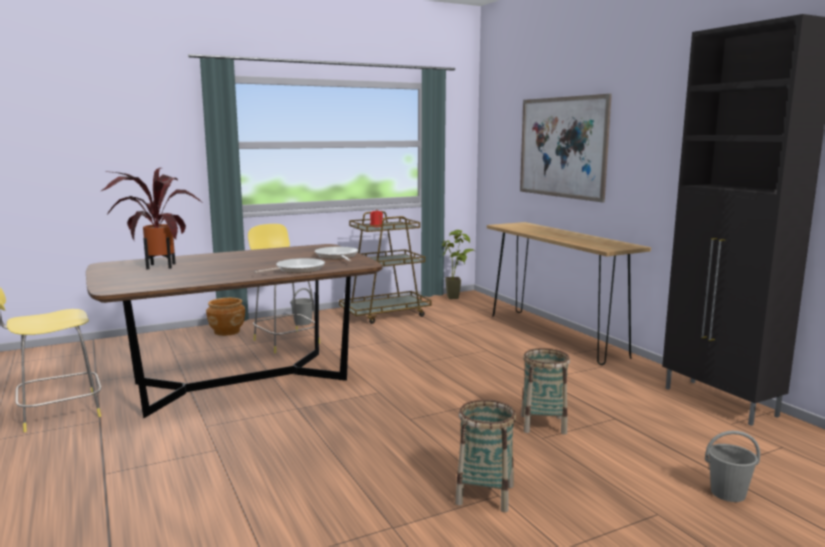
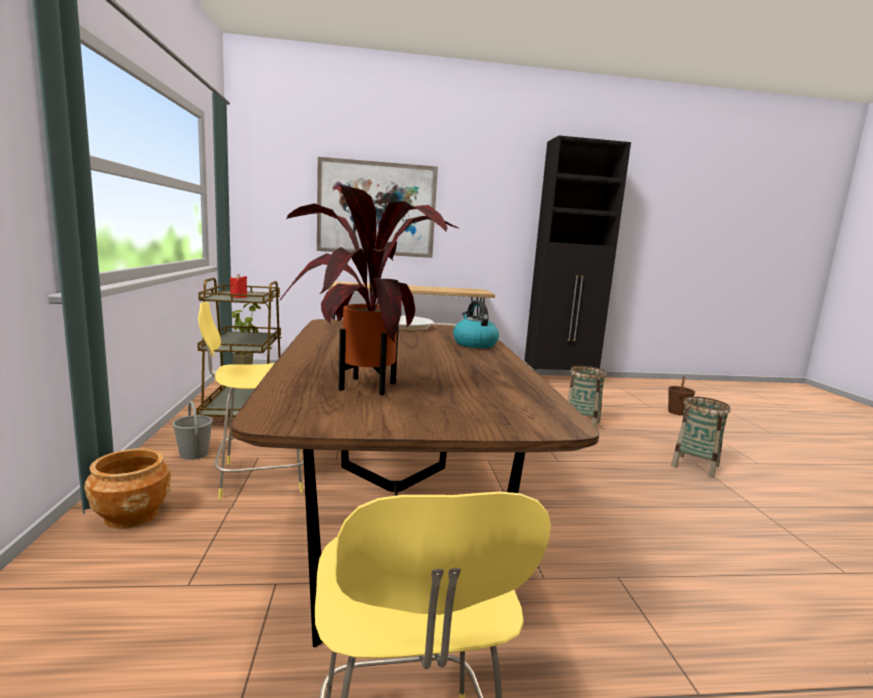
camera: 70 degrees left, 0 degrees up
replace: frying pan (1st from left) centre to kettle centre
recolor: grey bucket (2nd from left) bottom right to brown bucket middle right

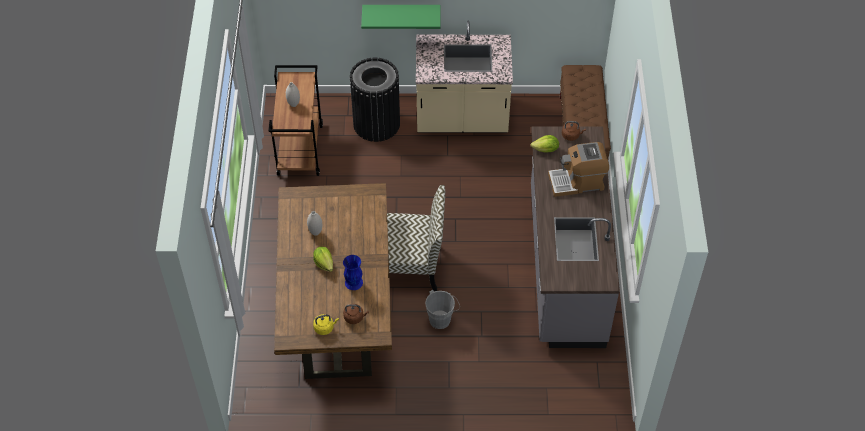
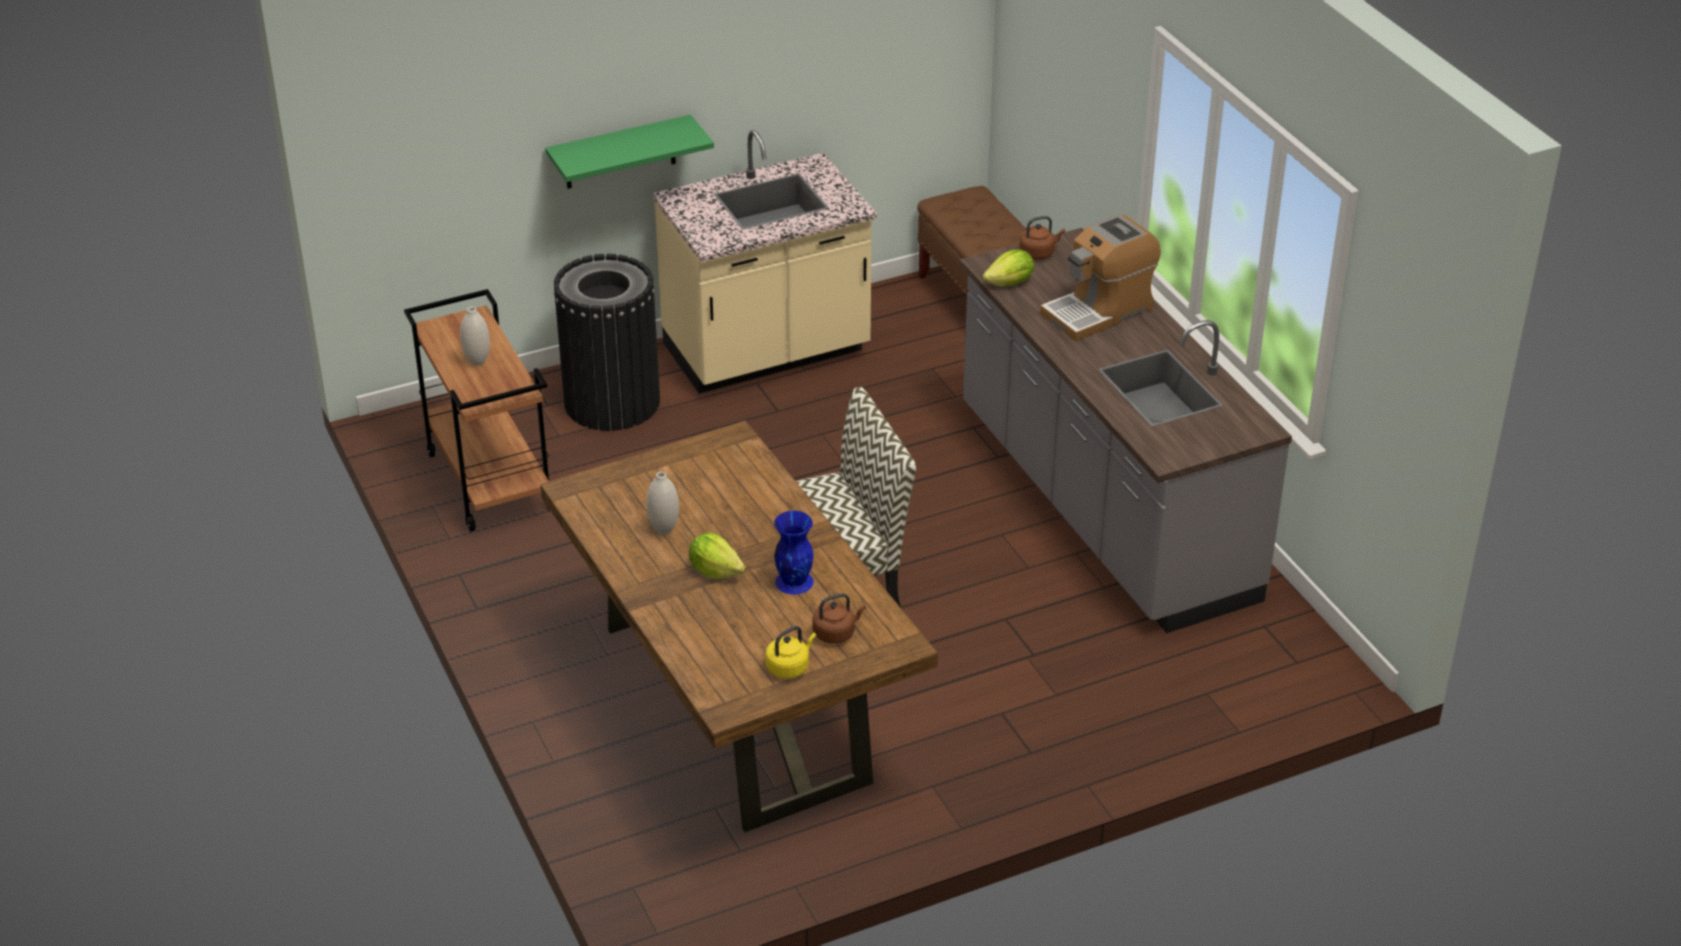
camera: 25 degrees left, 15 degrees down
delete: grey bucket bottom centre

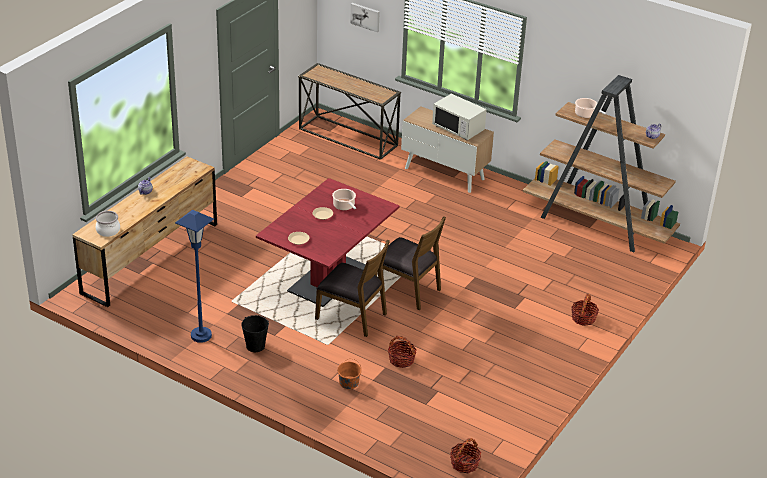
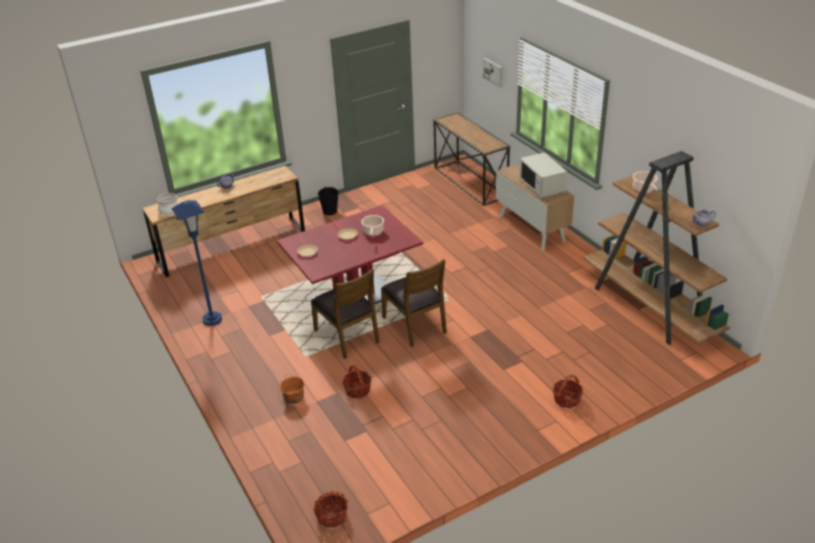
camera: 30 degrees right, 0 degrees up
move: black bucket bottom left to centre

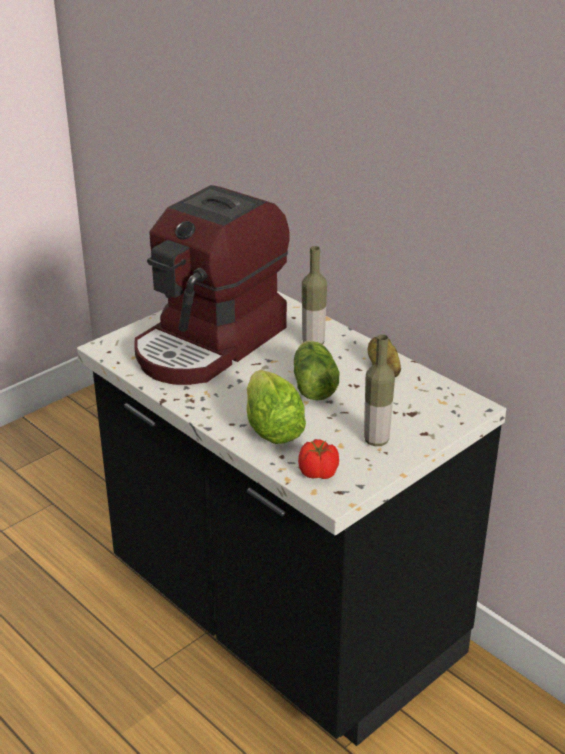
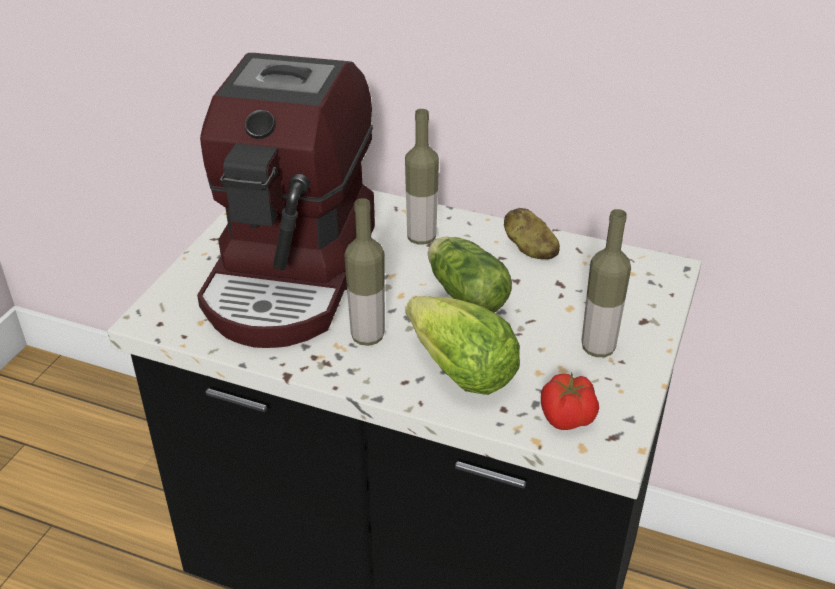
camera: 25 degrees left, 5 degrees up
insert: bottle (1st from left) centre

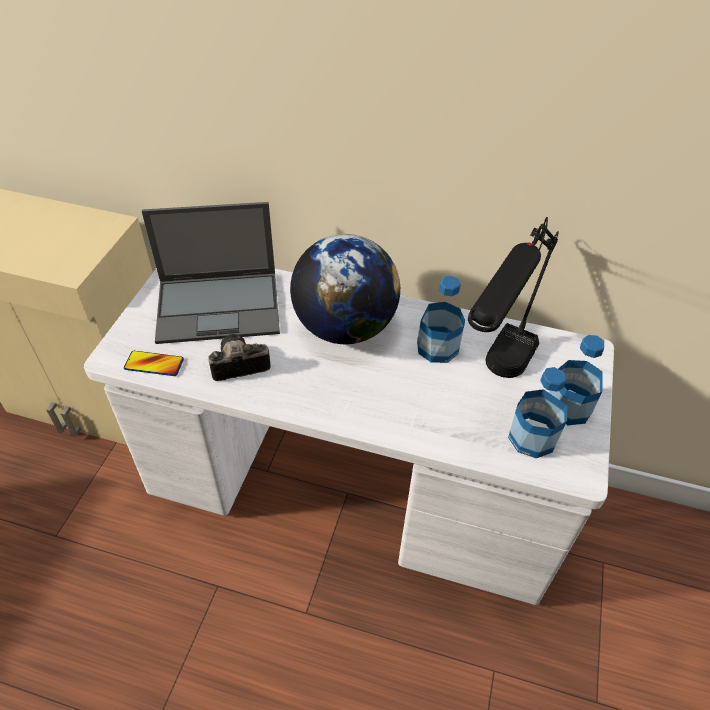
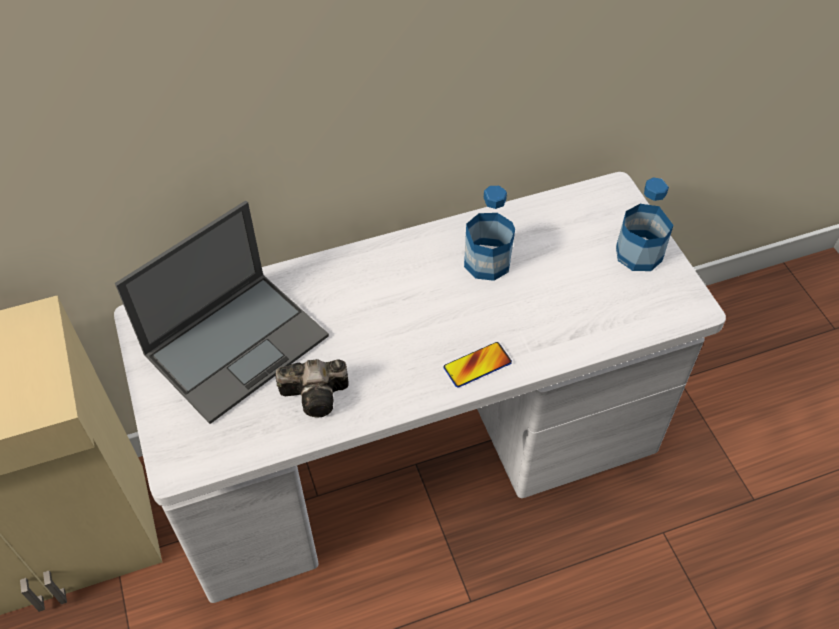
camera: 35 degrees left, 5 degrees up
delete: black table lamp middle right; globe centre; bottle (2nd from left) middle right
move: phone middle left to centre
rotate: photo camera centre = centre 135 degrees counterclockwise

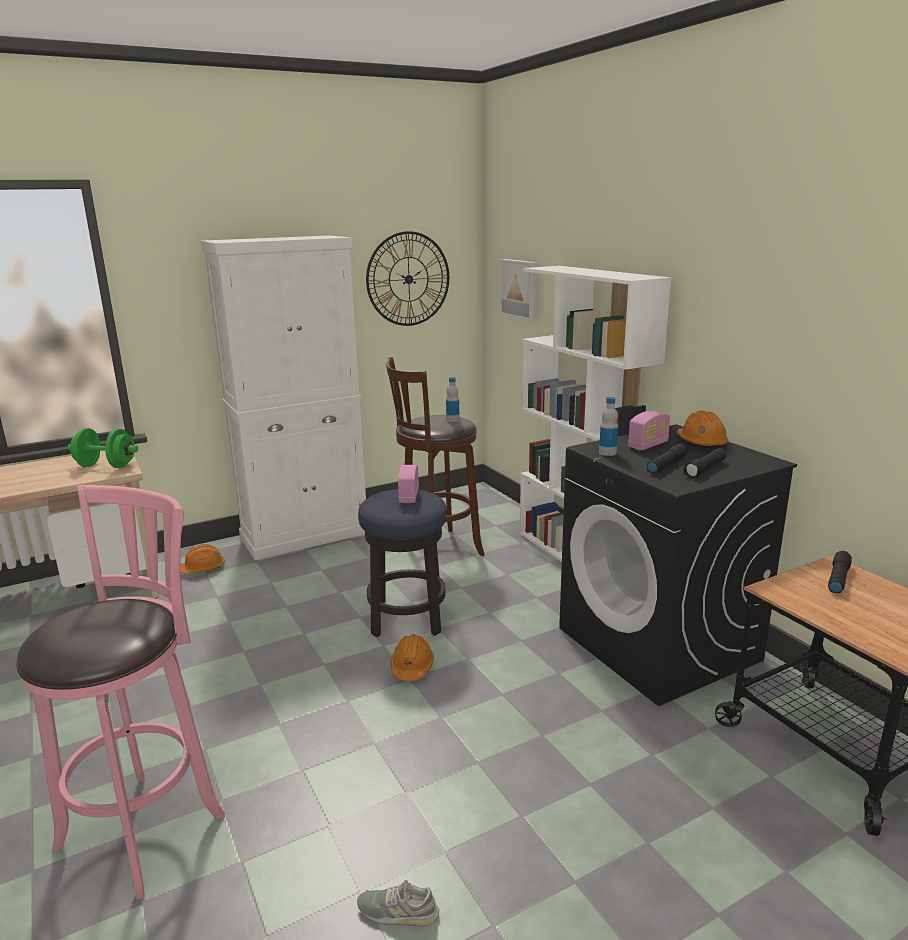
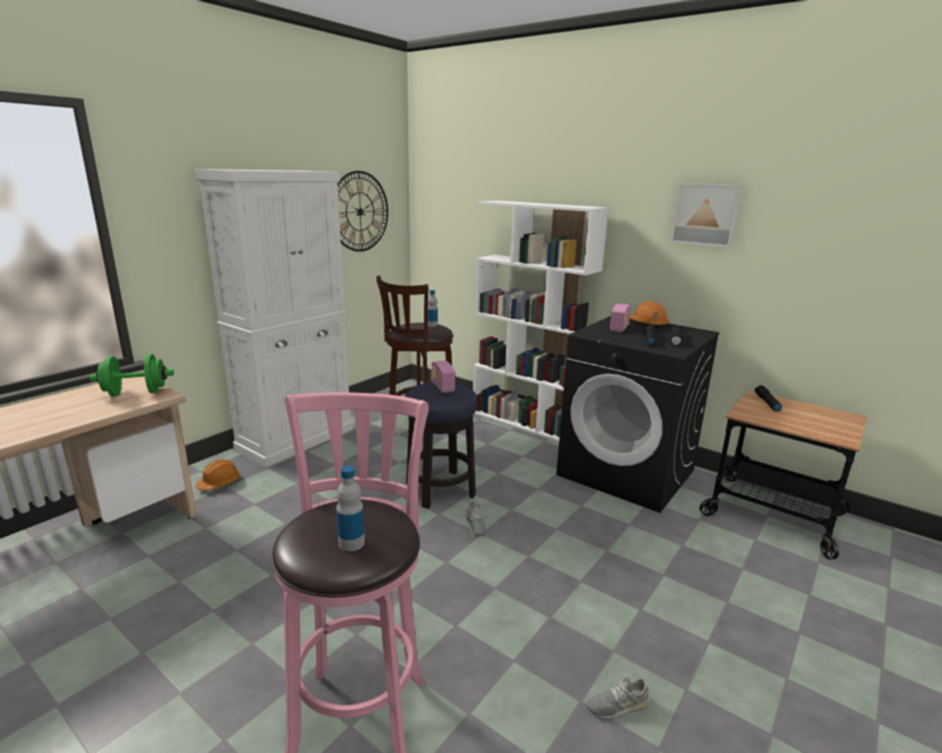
camera: 25 degrees left, 0 degrees up
move: picture top centre to top right; bottle (2nd from left in the first image) middle right to bottle (1st from left) bottom centre
replace: orange hard hat (2nd from left) bottom centre to grey shoe (1st from left) bottom centre

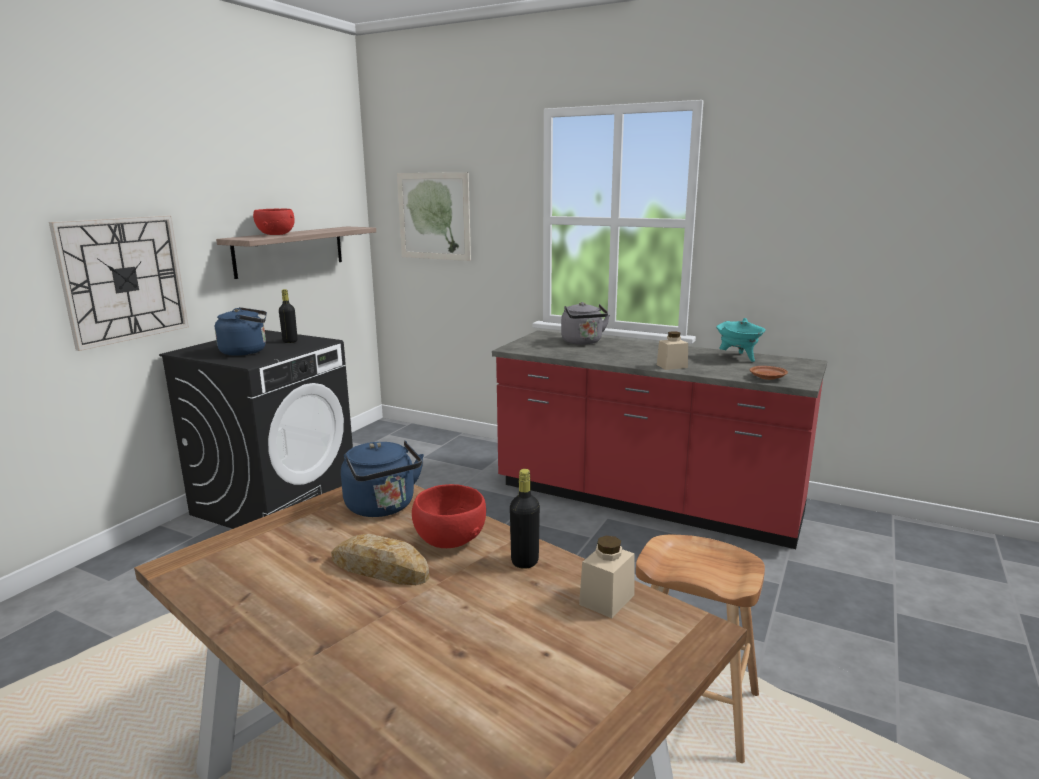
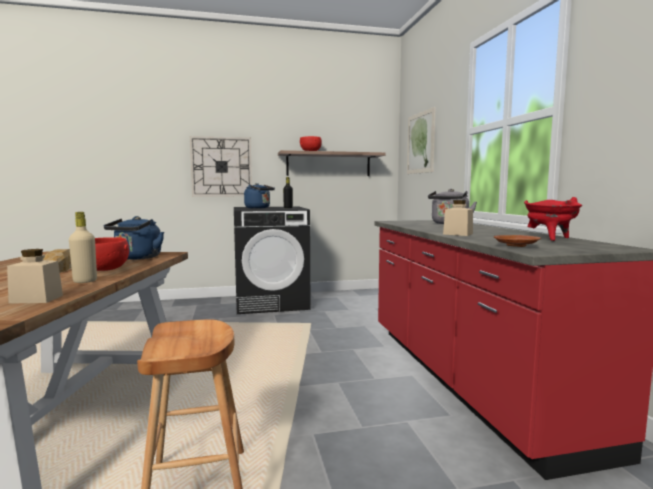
camera: 50 degrees right, 10 degrees down
recolor: turquoise cooking pot middle right to red cooking pot middle right; black bottle (2nd from left) centre to beige bottle middle left

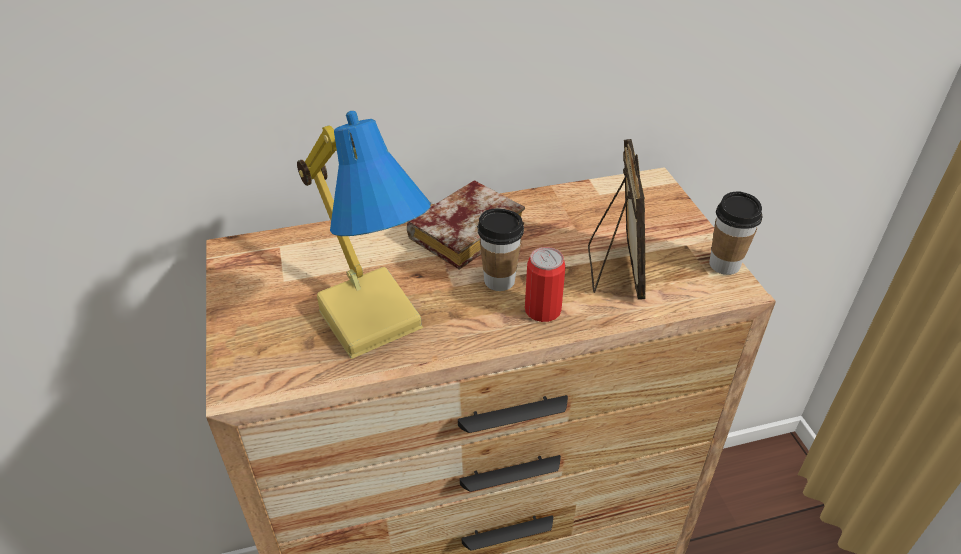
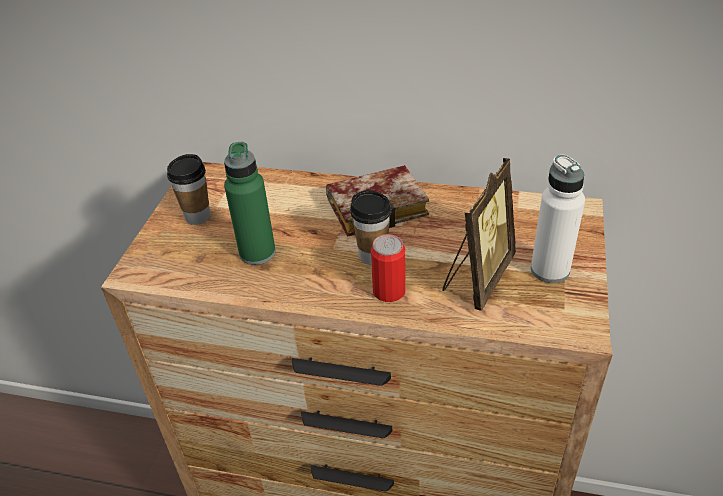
camera: 30 degrees right, 0 degrees up
insert: white bottle middle right
move: cup (2nd from left in the first image) middle right to cup (1st from left) middle left
replace: table lamp centre to green bottle centre

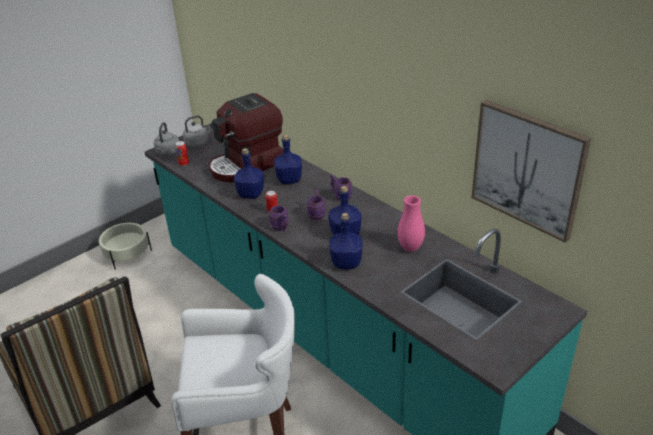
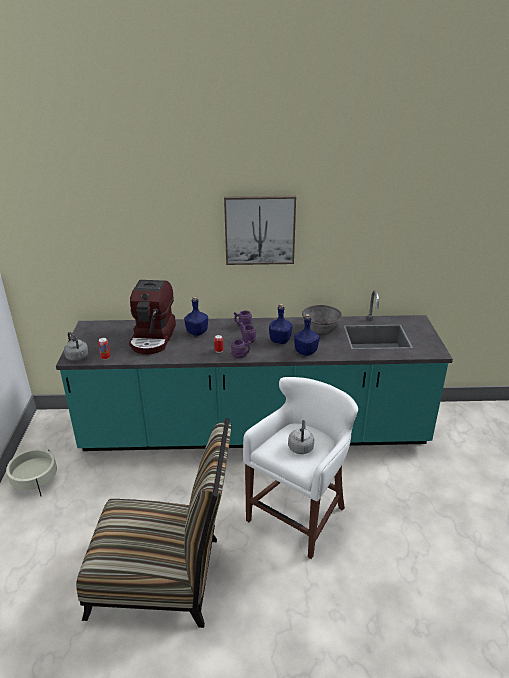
camera: 50 degrees left, 5 degrees down
delete: blue bottle (1st from left) centre
move: picture middle right to centre; grey kettle (2nd from left) top left to centre
replace: pink vase centre to grey bowl centre

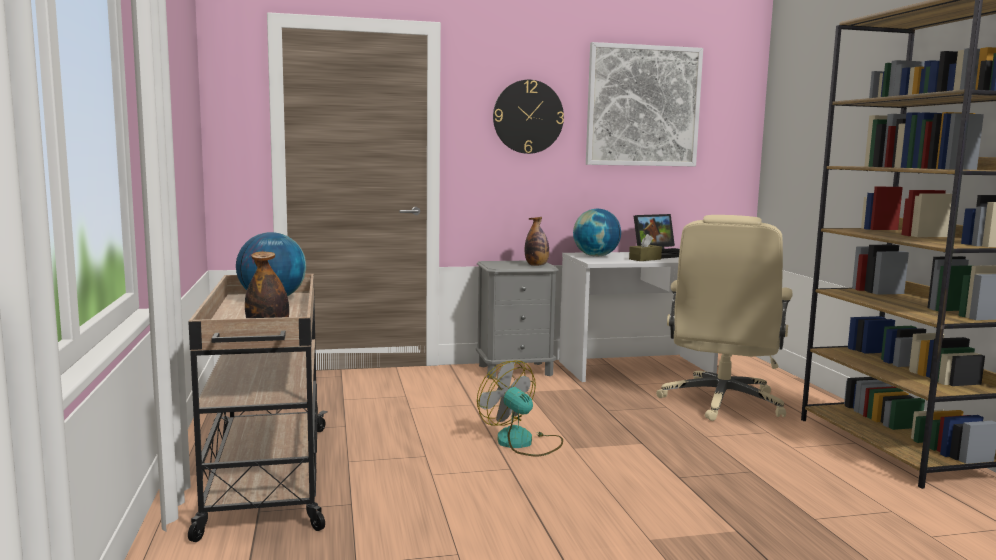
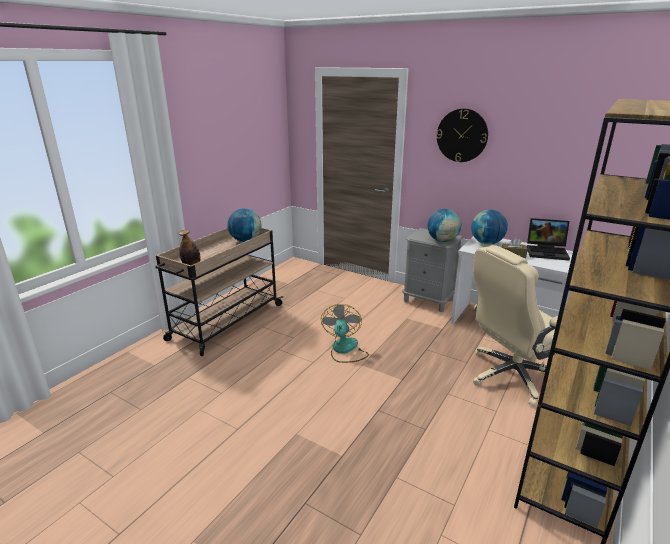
camera: 45 degrees right, 15 degrees up
delete: picture top centre
replace: bottle (2nd from left) centre to globe (2nd from left) centre

